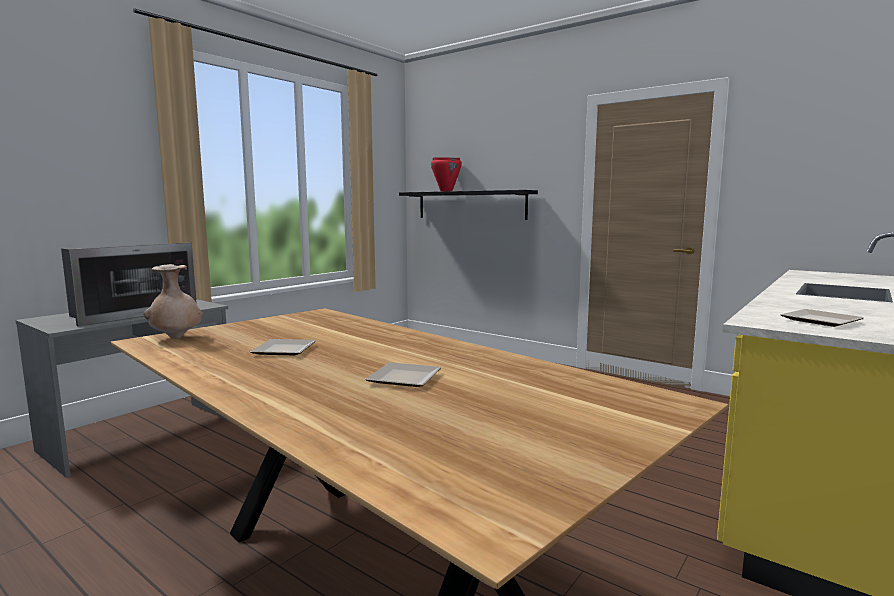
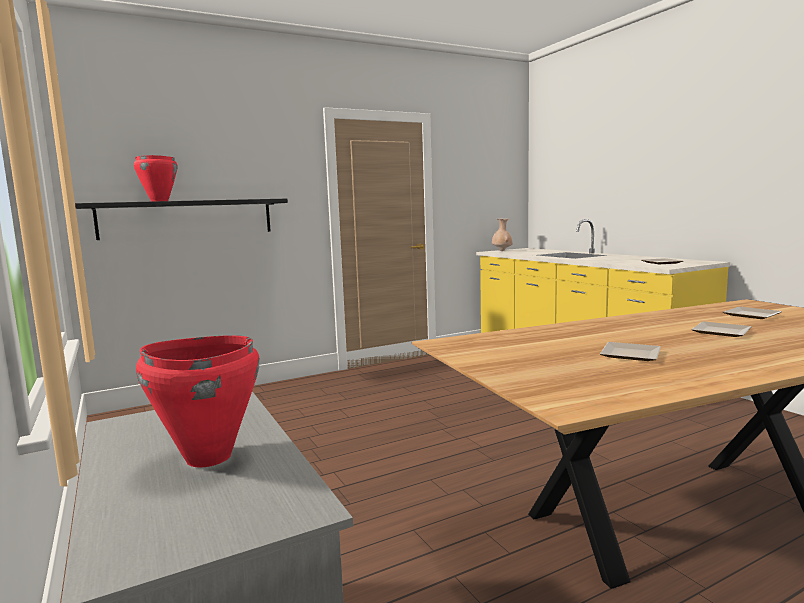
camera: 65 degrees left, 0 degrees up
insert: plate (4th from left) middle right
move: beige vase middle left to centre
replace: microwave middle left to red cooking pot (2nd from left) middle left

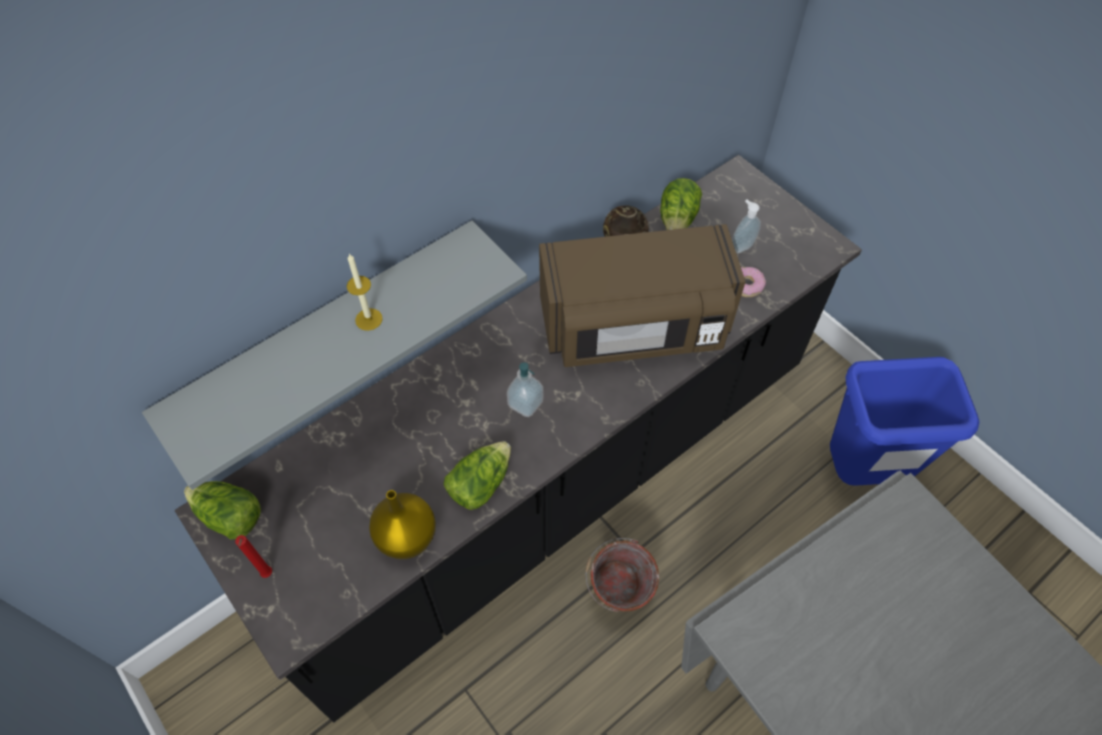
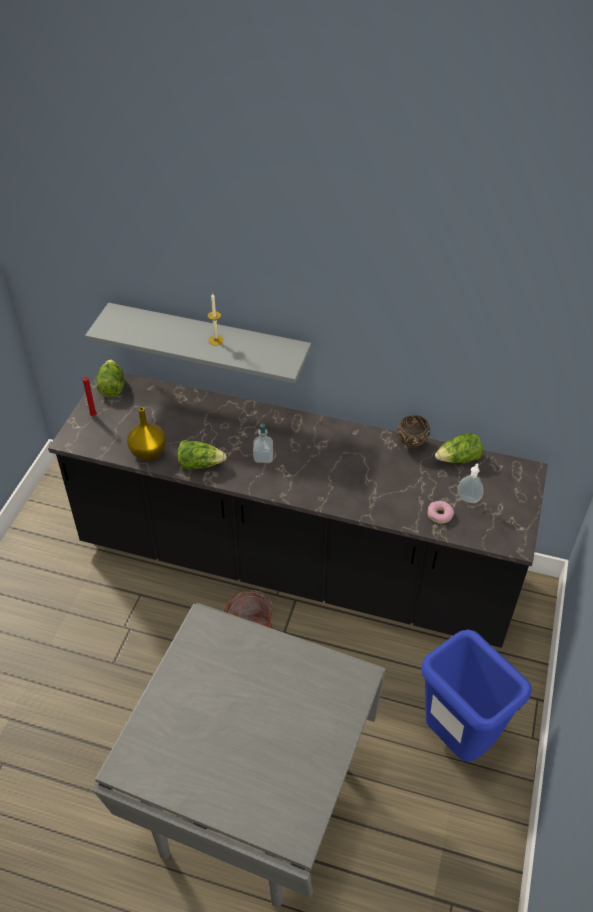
camera: 55 degrees right, 10 degrees down
delete: brown microwave centre

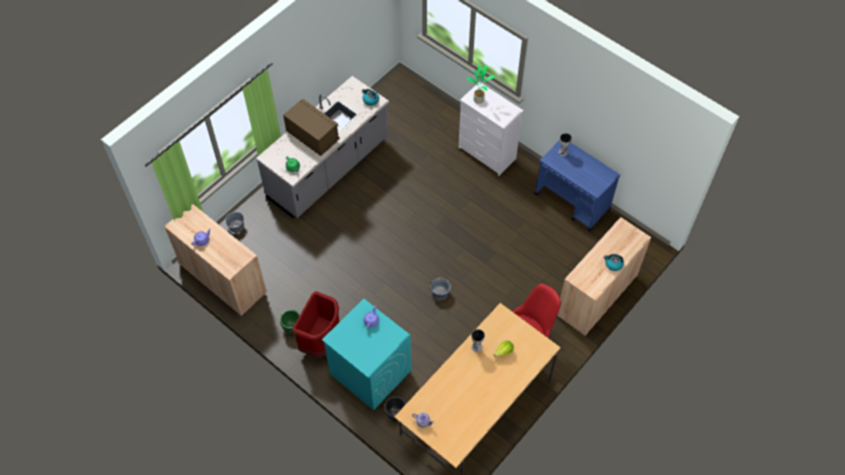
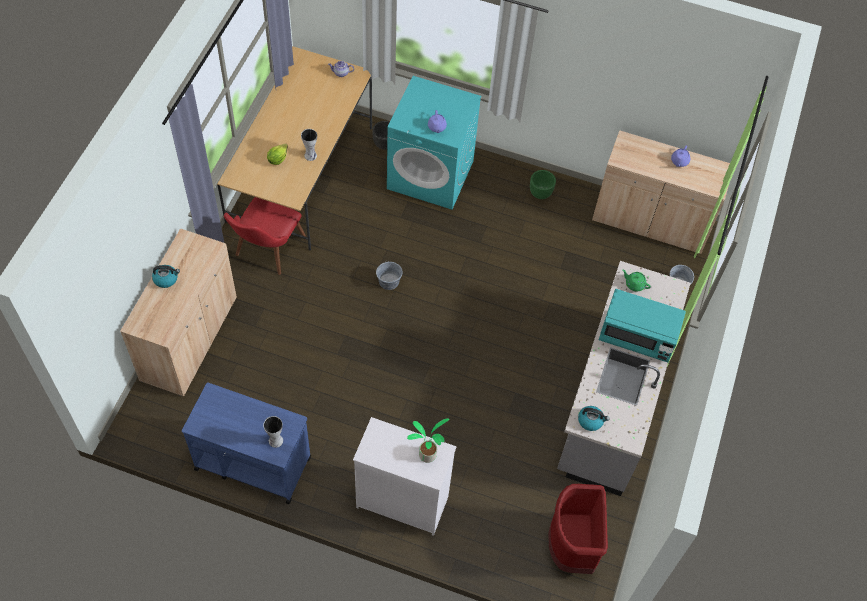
camera: 155 degrees right, 0 degrees up
move: red trash can bottom centre to bottom right
recolor: brown microwave top centre to turquoise microwave middle right

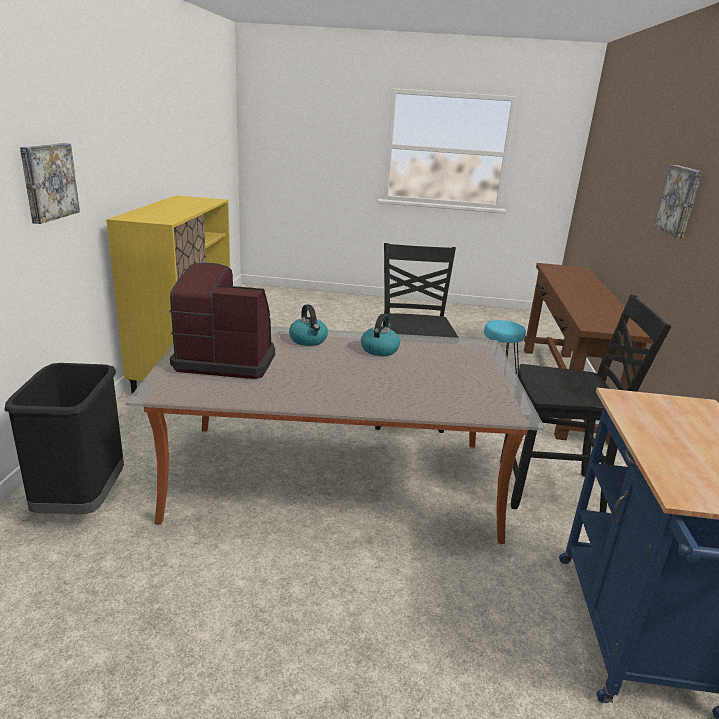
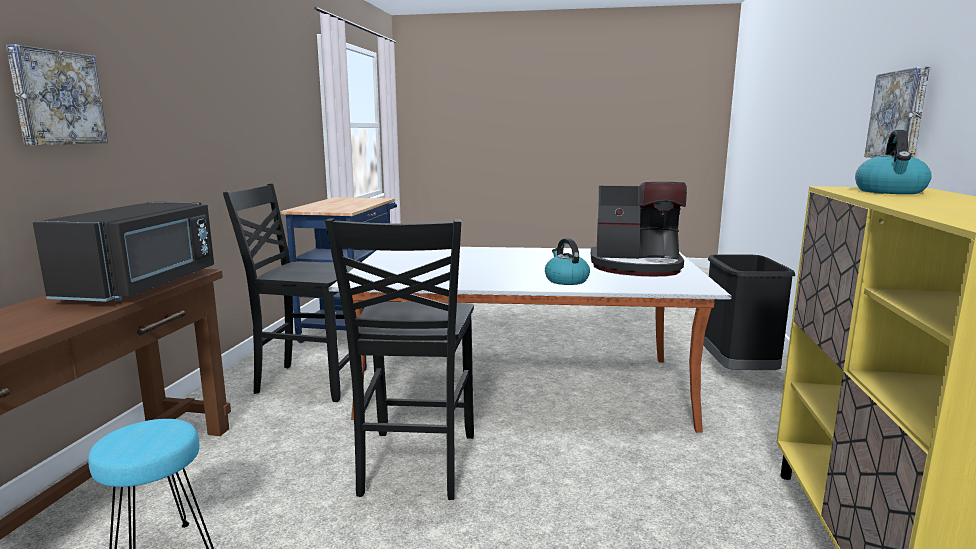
camera: 175 degrees left, 10 degrees down
insert: black microwave middle left
move: kettle (2nd from left) centre to top right

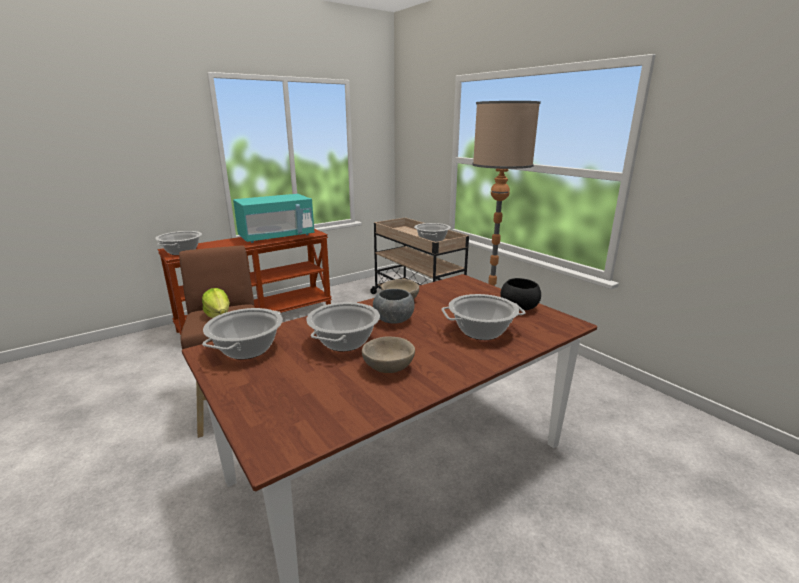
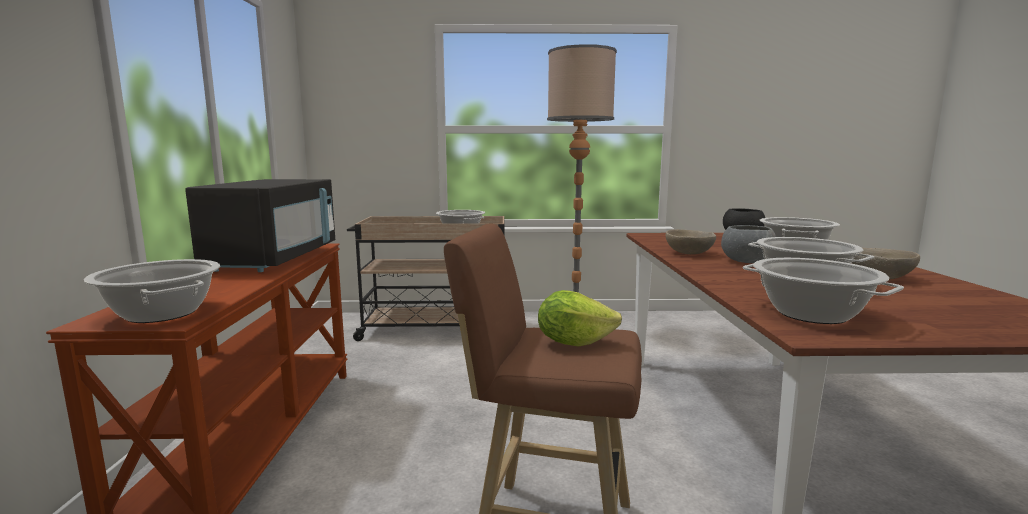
camera: 55 degrees left, 10 degrees down
recolor: turquoise microwave centre to black microwave middle left

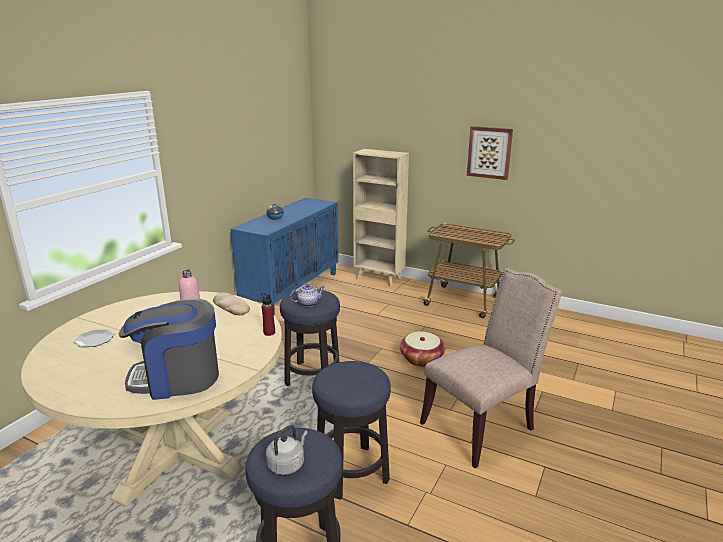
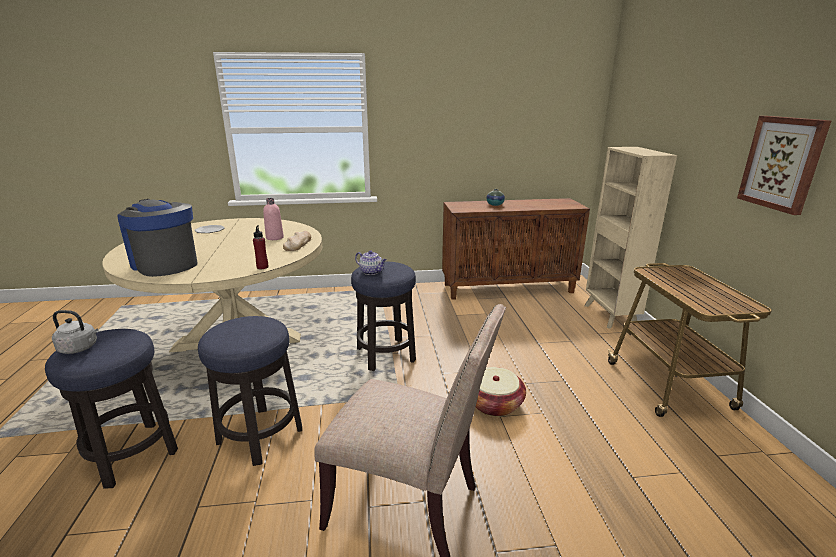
camera: 55 degrees right, 0 degrees up
recolor: blue cabinet centre to brown cabinet centre

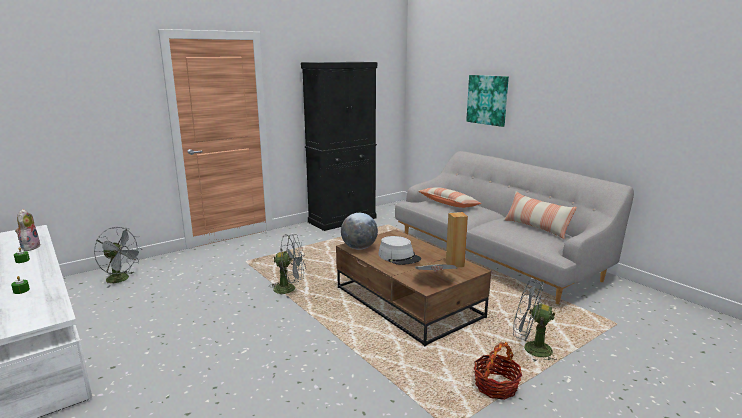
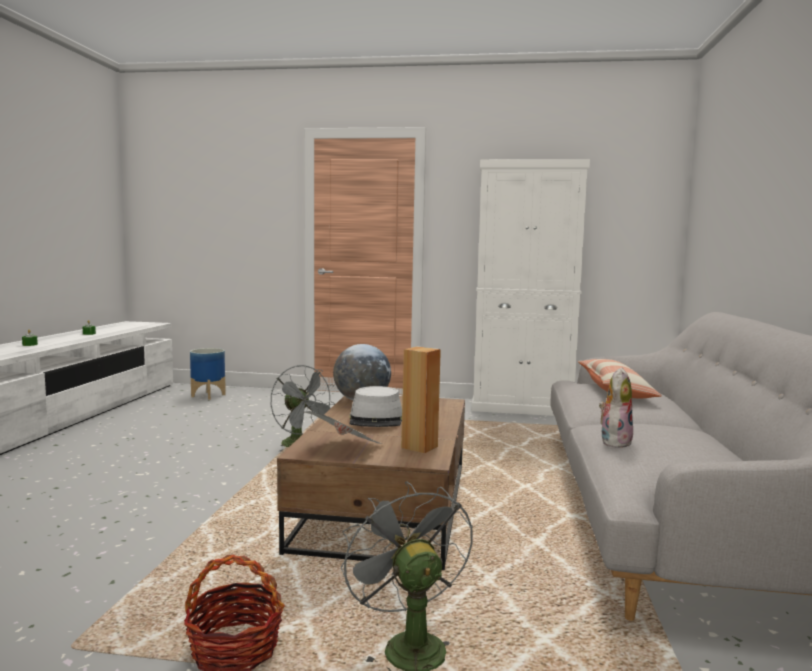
camera: 45 degrees right, 10 degrees down
delete: picture top centre; pillow (2nd from left) middle right
move: plush toy middle left to middle right
replace: grey fan (1st from left) middle left to planter middle left
recolor: black cabinet centre to white cabinet centre

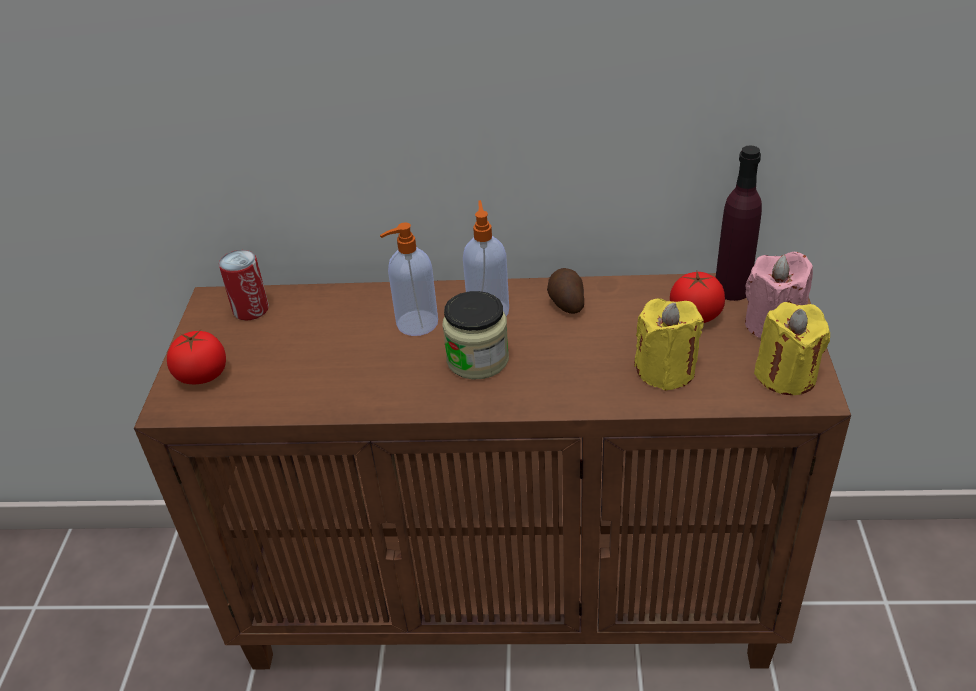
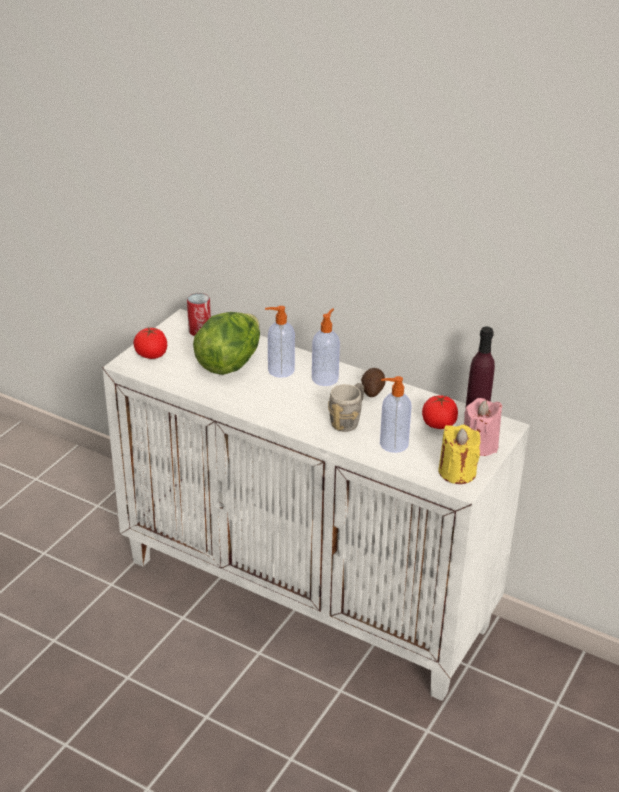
camera: 25 degrees right, 5 degrees down
delete: jar centre
insert: lettuce centre; grey mug centre
replace: yellow candle (1st from left) middle right to soap dispenser (3rd from left) centre
recolor: brown cabinet bottom centre to white cabinet centre

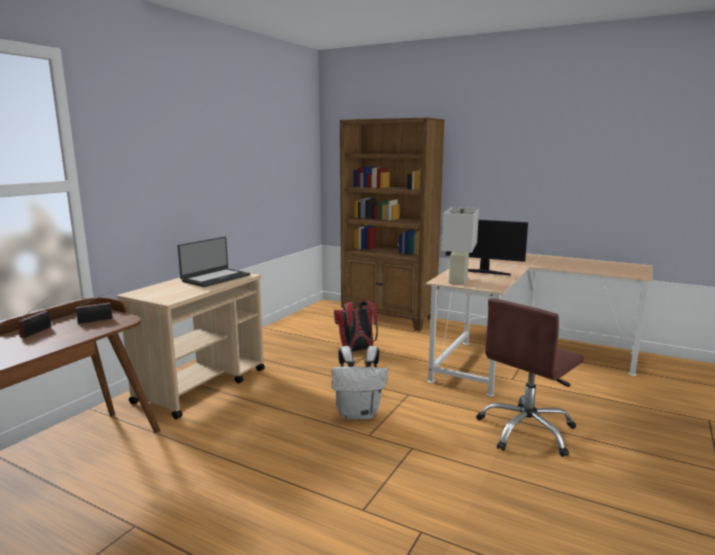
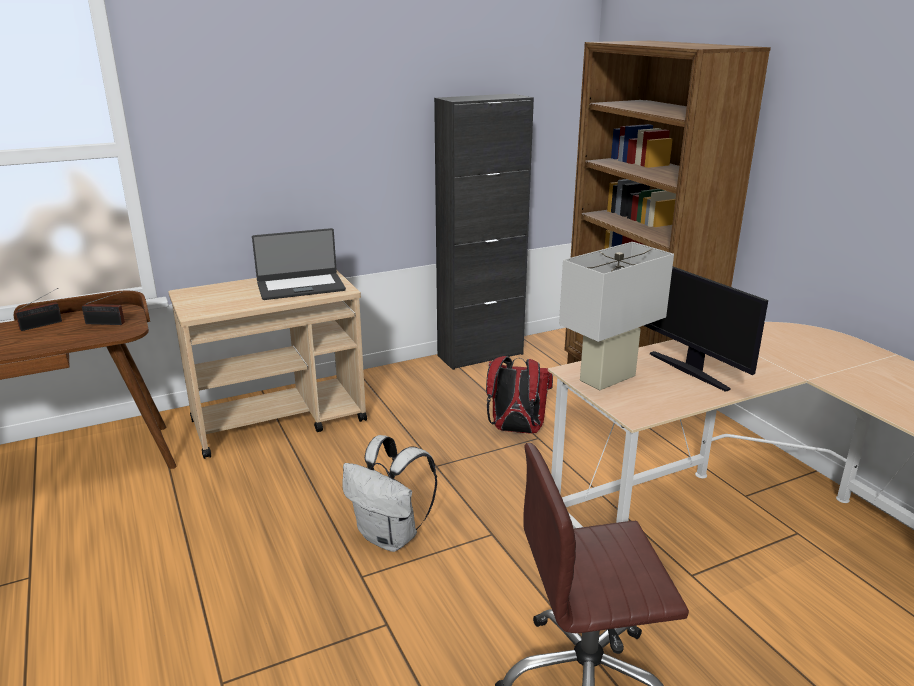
camera: 35 degrees right, 10 degrees up
insert: black cabinet centre

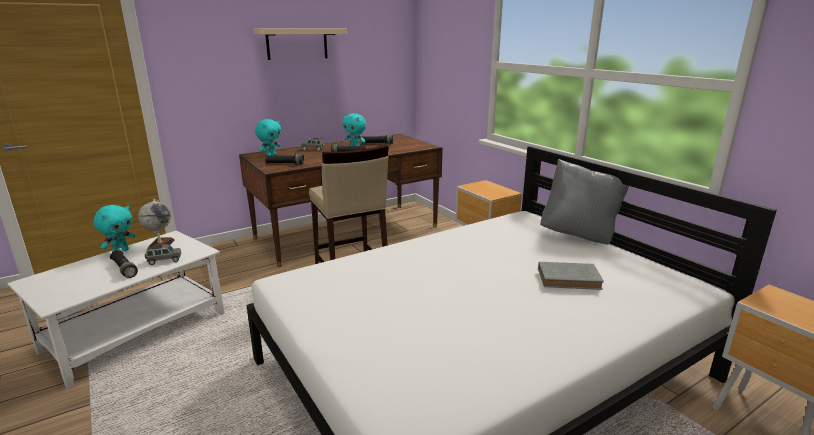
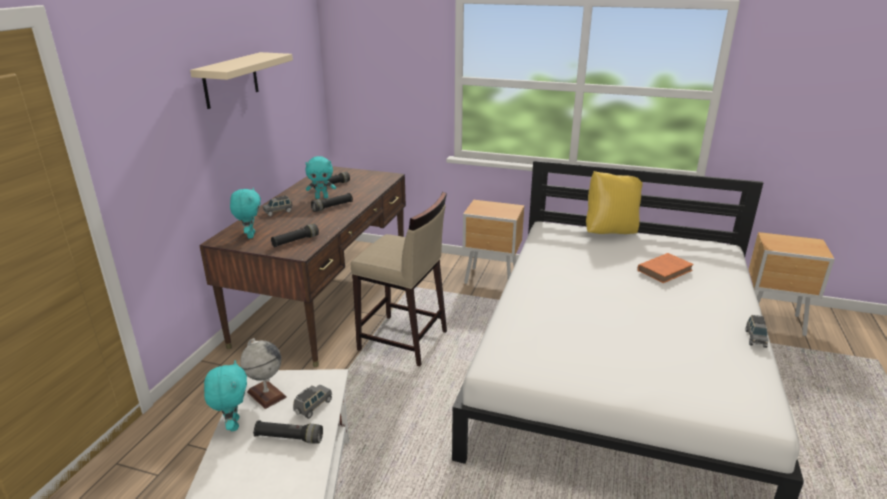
camera: 40 degrees left, 5 degrees up
insert: grey toy car (3rd from left) middle right
recolor: grey pillow middle right to yellow pillow middle right; grey book middle right to orange book middle right

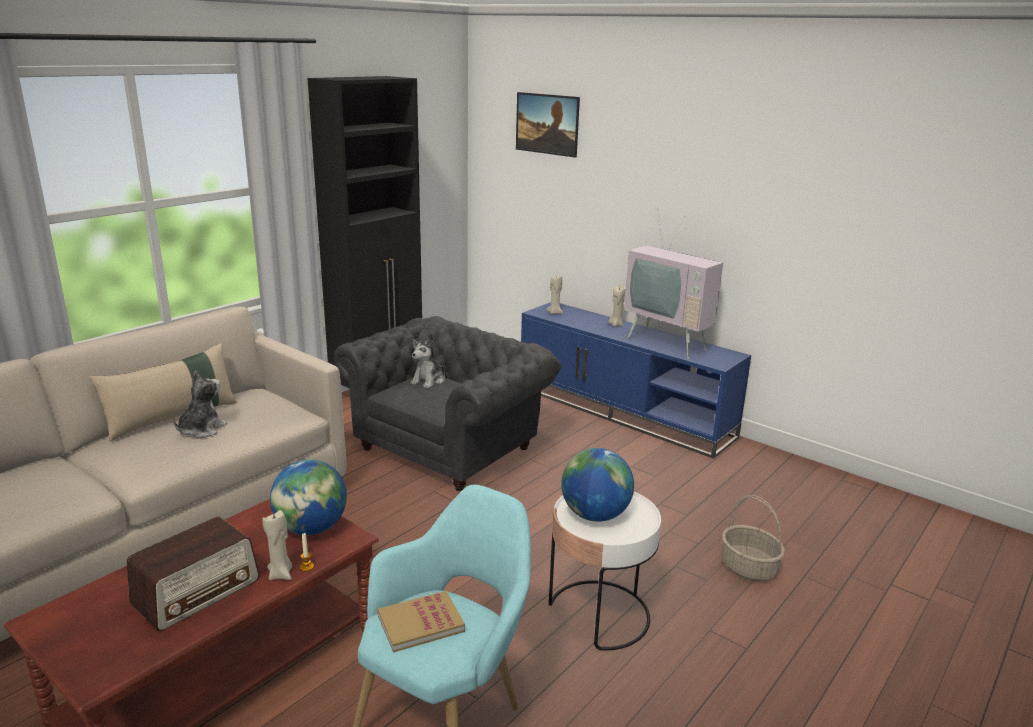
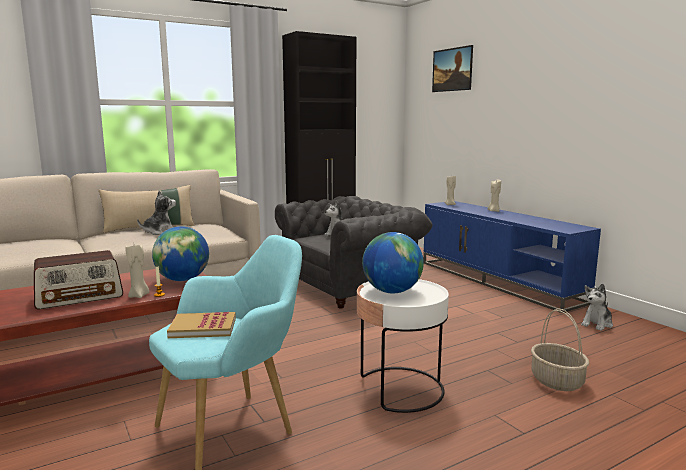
camera: 20 degrees right, 10 degrees down
delete: television centre
insert: plush toy (3rd from left) middle right

